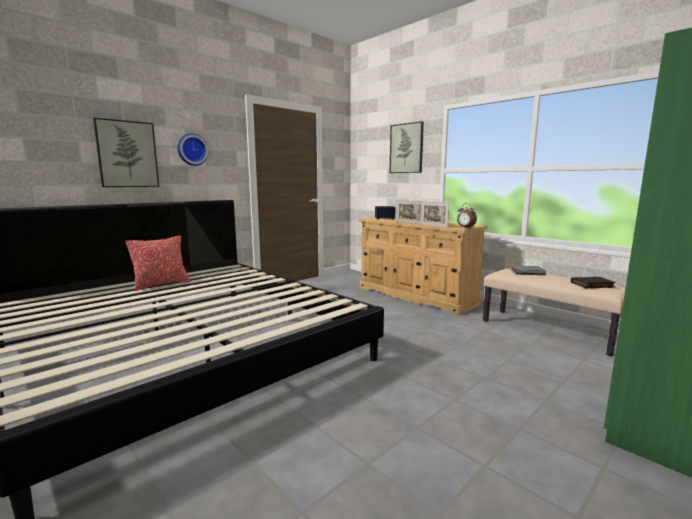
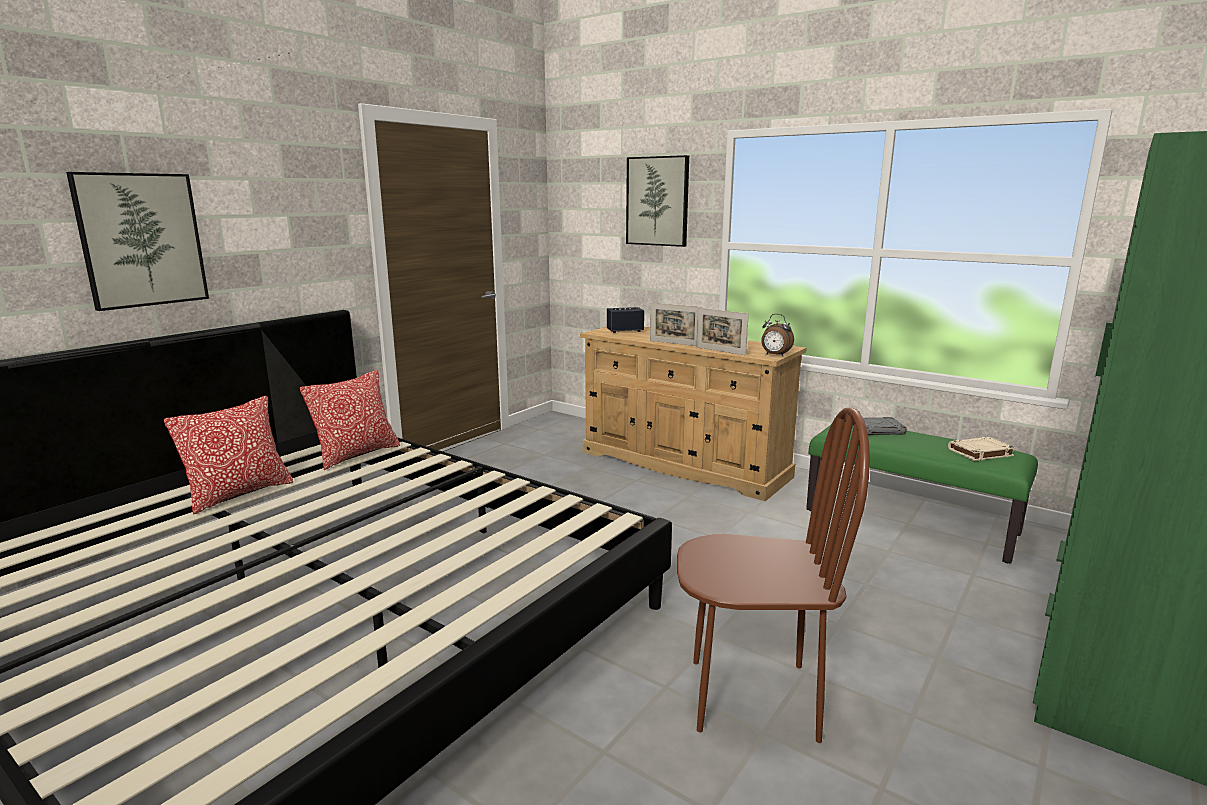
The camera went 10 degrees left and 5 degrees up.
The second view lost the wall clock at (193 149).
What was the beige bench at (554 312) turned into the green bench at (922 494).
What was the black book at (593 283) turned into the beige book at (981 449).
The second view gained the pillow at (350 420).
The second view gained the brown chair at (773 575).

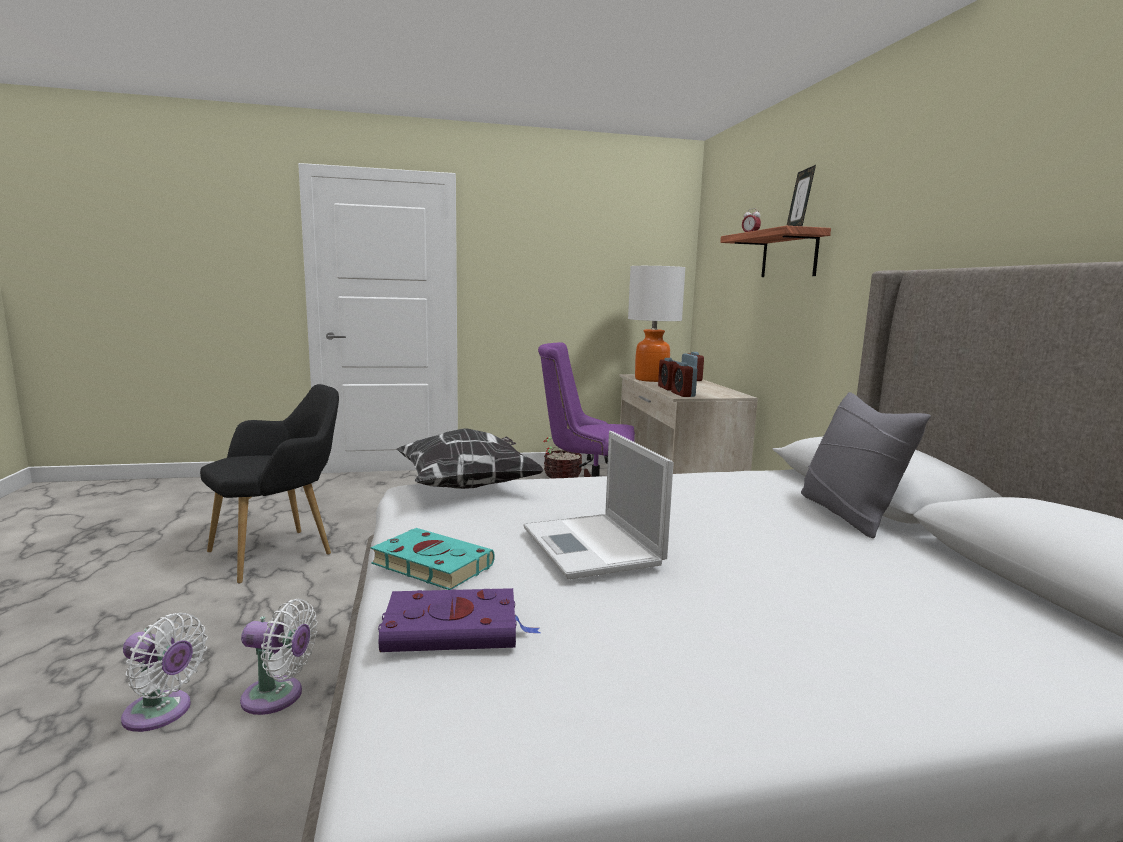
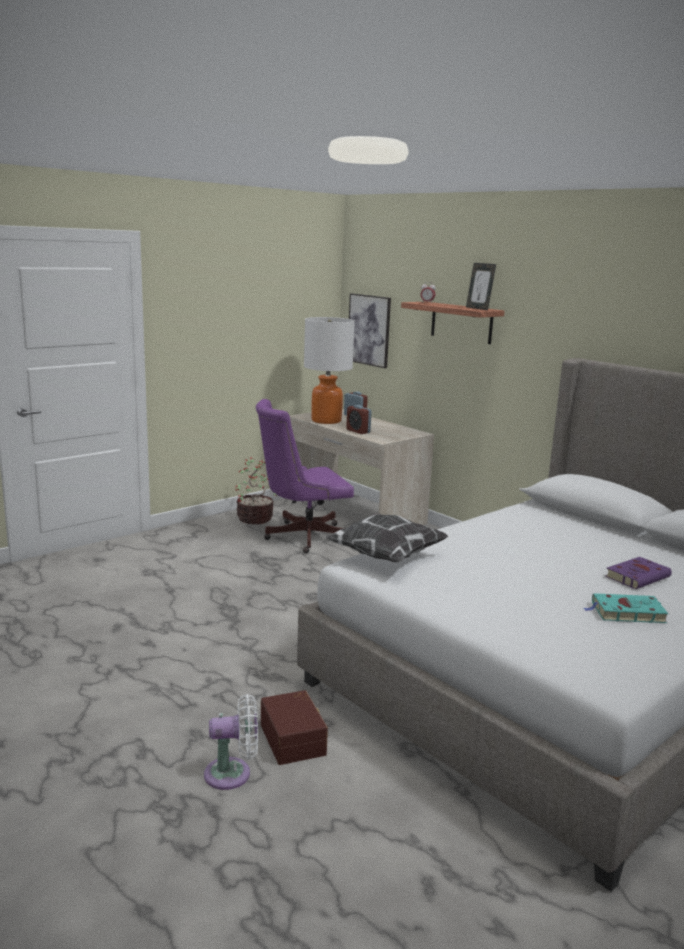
The camera went 30 degrees left and 5 degrees up.
The second view lost the alarm clock at (684 379).
The second view lost the black armchair at (269 484).
The second view lost the grey pillow at (866 465).
The second view lost the laptop at (598 505).
The turquoise book ended up elsewhere, having gone from (433 559) to (626 608).
The purple book ended up elsewhere, having gone from (459 620) to (638 573).
Where the white fan stood at (279 657), the brown storage box came to stand at (294 727).
The second view gained the picture at (370 330).

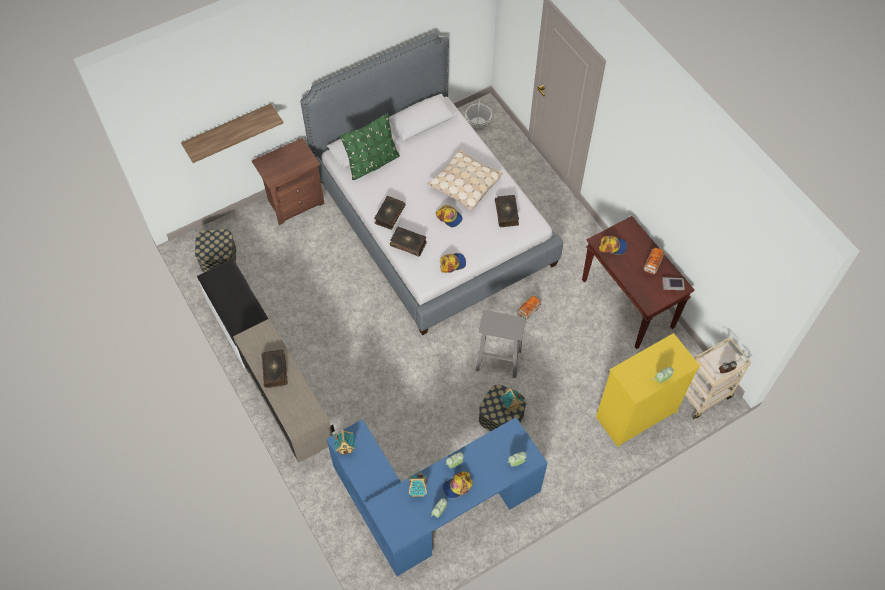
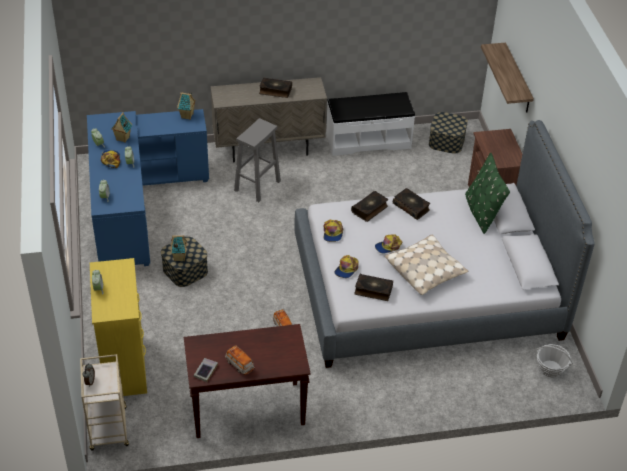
The camera went 110 degrees right and 15 degrees down.
The cap ended up elsewhere, having gone from (613 245) to (346 266).
The grey stool ended up elsewhere, having gone from (501 344) to (257 160).

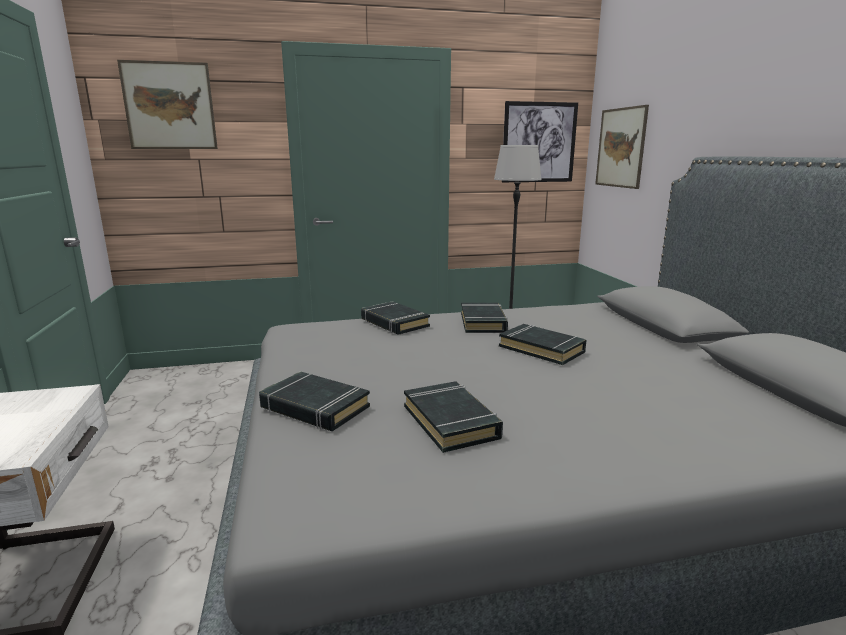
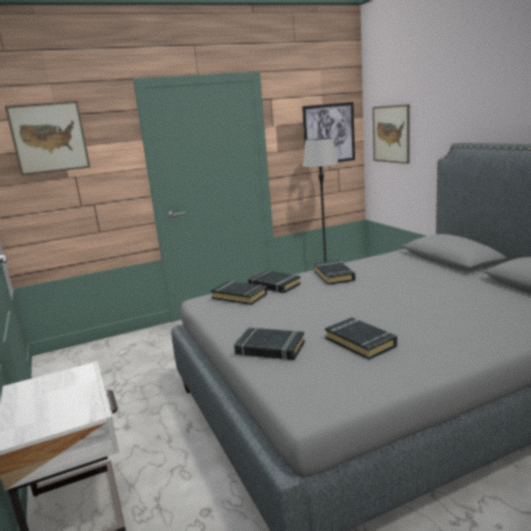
The camera went 10 degrees left and 0 degrees up.
The black book ended up elsewhere, having gone from (543 344) to (239 293).

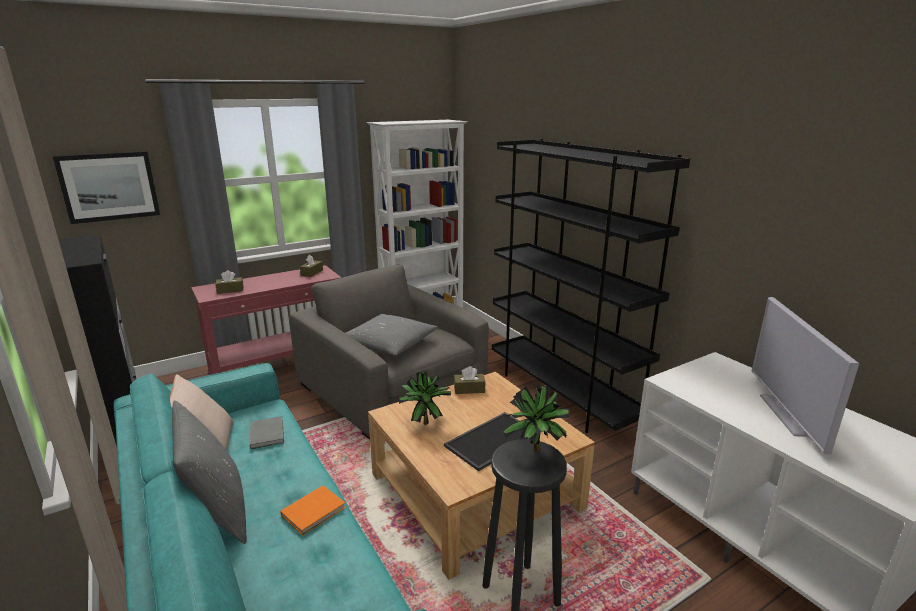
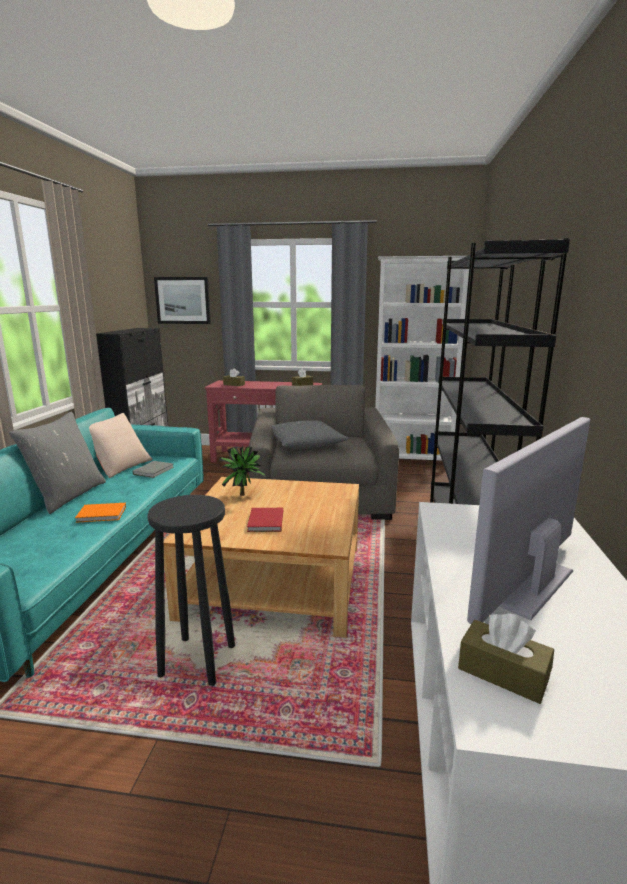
The camera went 40 degrees right and 5 degrees down.
The brown tissue box ended up elsewhere, having gone from (470 380) to (506 658).
The second view lost the potted plant at (537 418).
Where the tray stood at (486 441), the red book came to stand at (265 520).

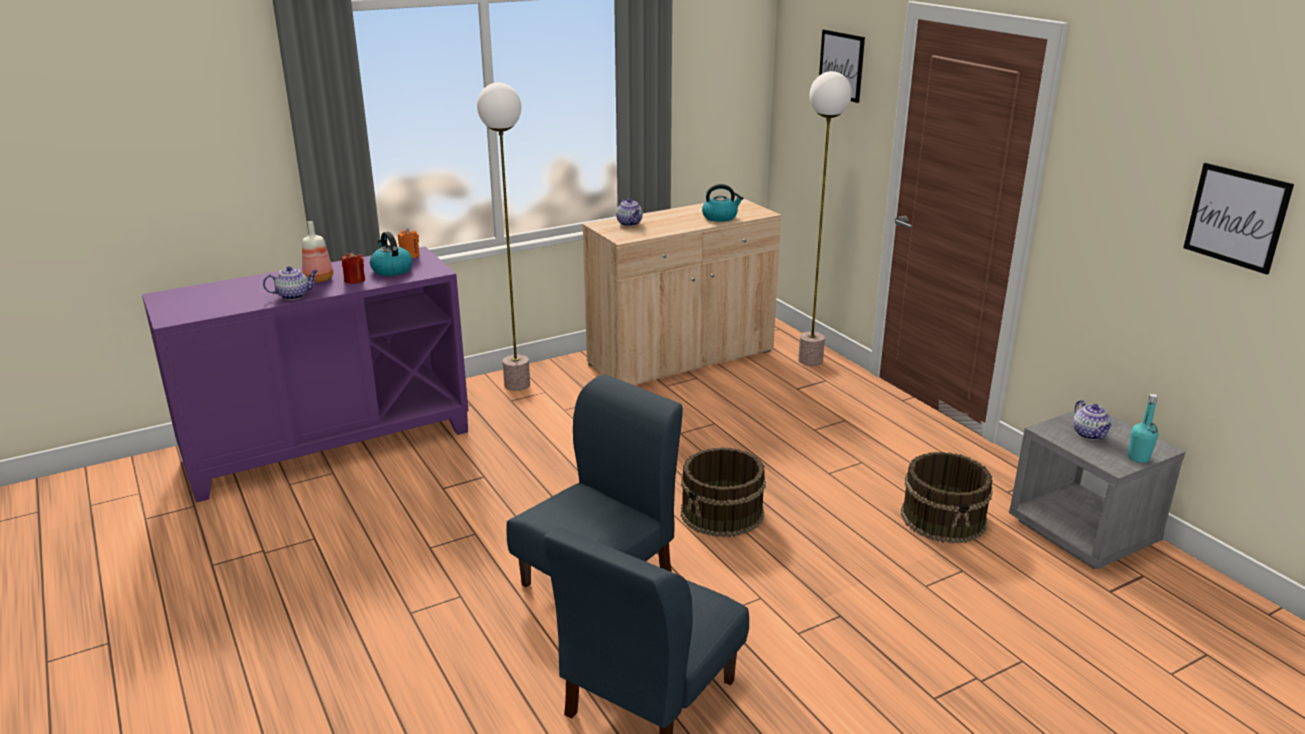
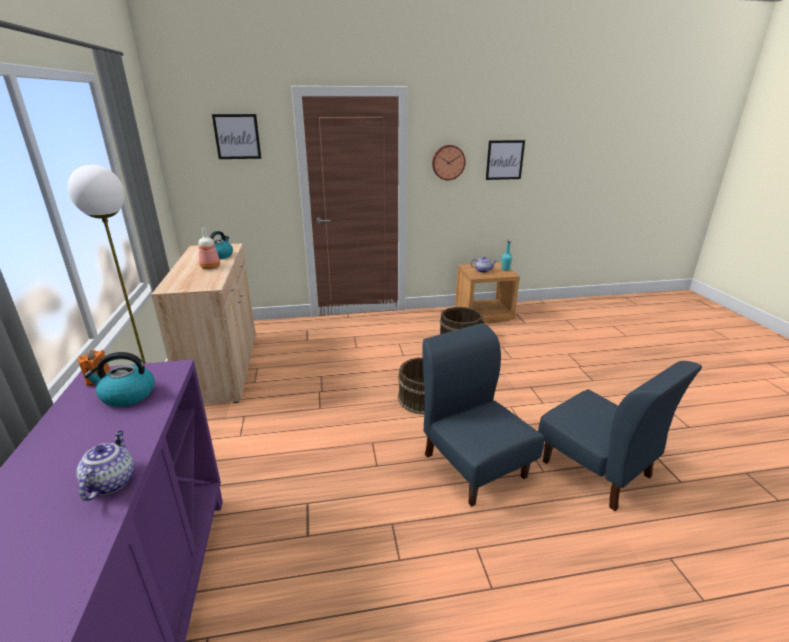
The camera went 70 degrees left and 0 degrees up.
The second view lost the floor lamp at (825 218).
The second view lost the teapot at (629 212).
The bottle ended up elsewhere, having gone from (317 251) to (209 248).
The second view lost the red candle at (353 268).
What was the grey nightstand at (1097 489) turned into the brown nightstand at (487 292).
The second view gained the wall clock at (449 162).

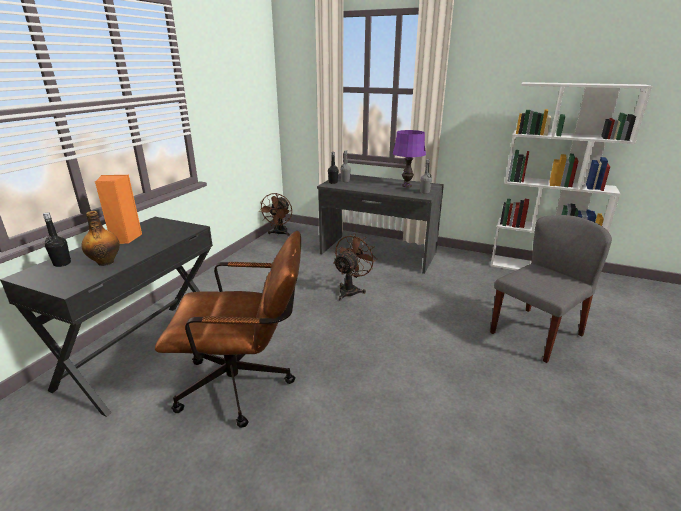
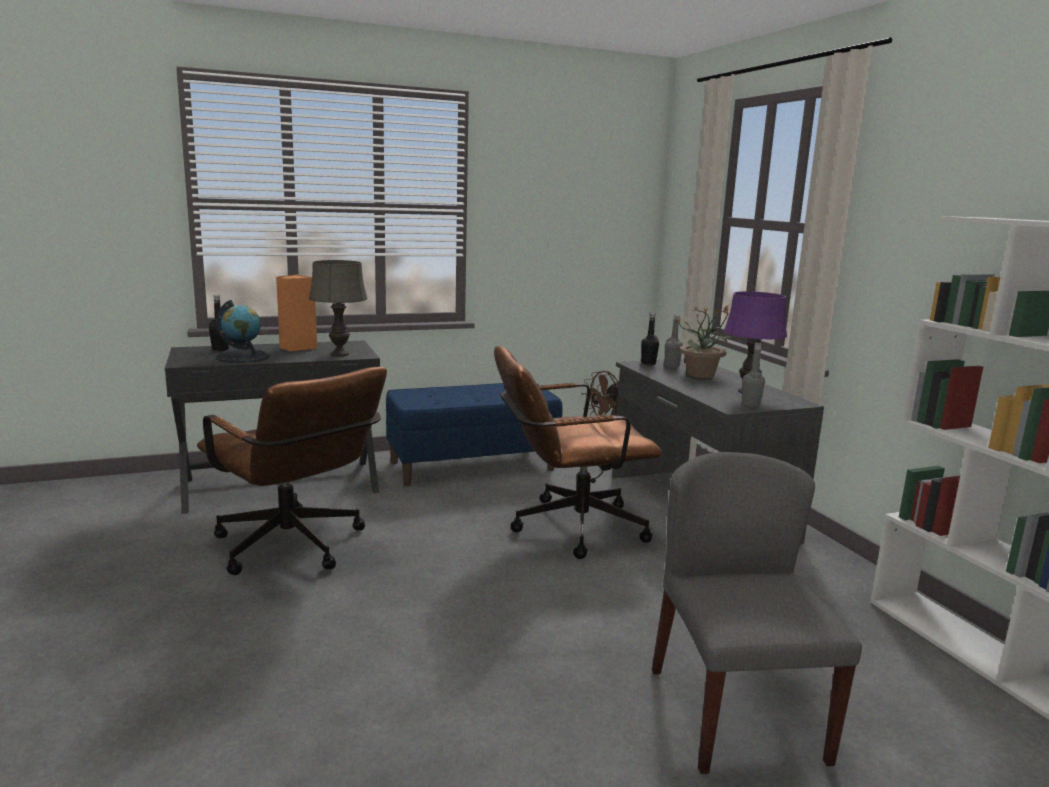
The camera went 45 degrees right and 10 degrees down.
Where the bottle stood at (100 238), the globe came to stand at (243 331).
The grey chair at (551 289) ended up facing another way, 105 degrees counterclockwise from before.
Where the brown fan stood at (355 266), the brown office chair came to stand at (578 452).
The second view gained the grey table lamp at (338 308).
The second view gained the potted plant at (706 342).
The second view gained the blue bench at (474 434).

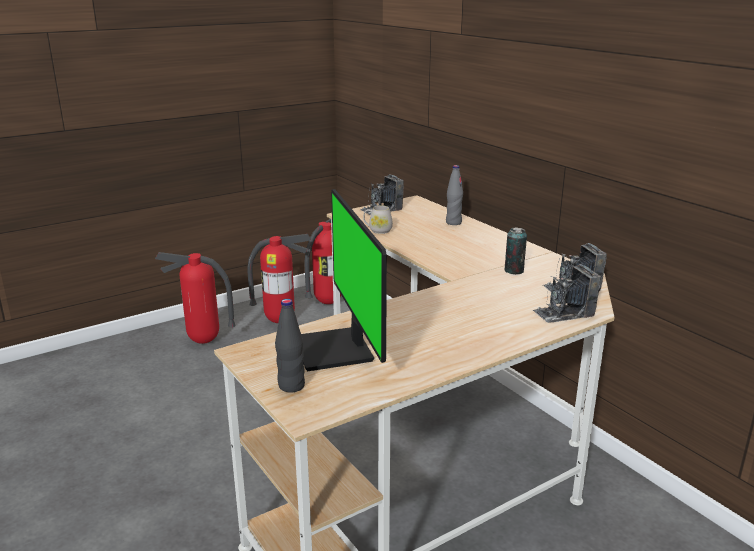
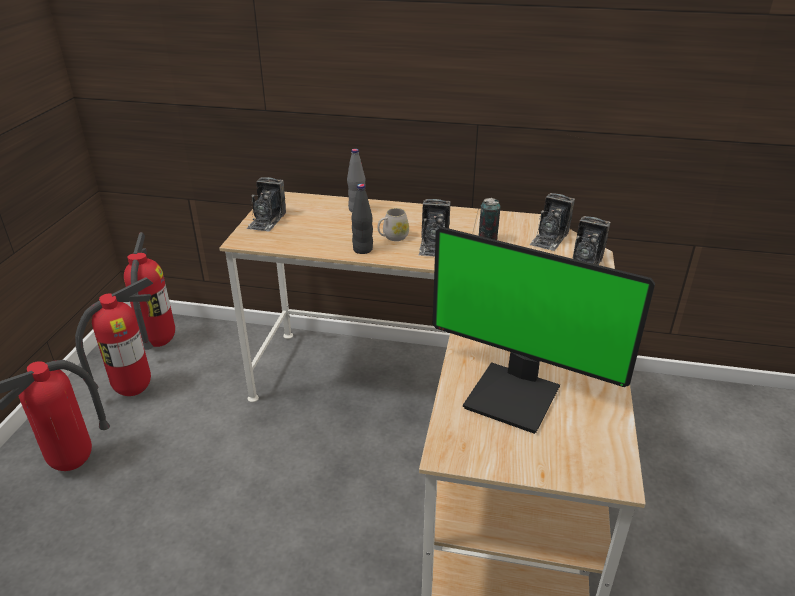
The camera went 45 degrees left and 10 degrees up.
The white mug ended up elsewhere, having gone from (378 219) to (393 224).
The black bottle ended up elsewhere, having gone from (290 345) to (362 219).
The second view gained the photo camera at (435 227).

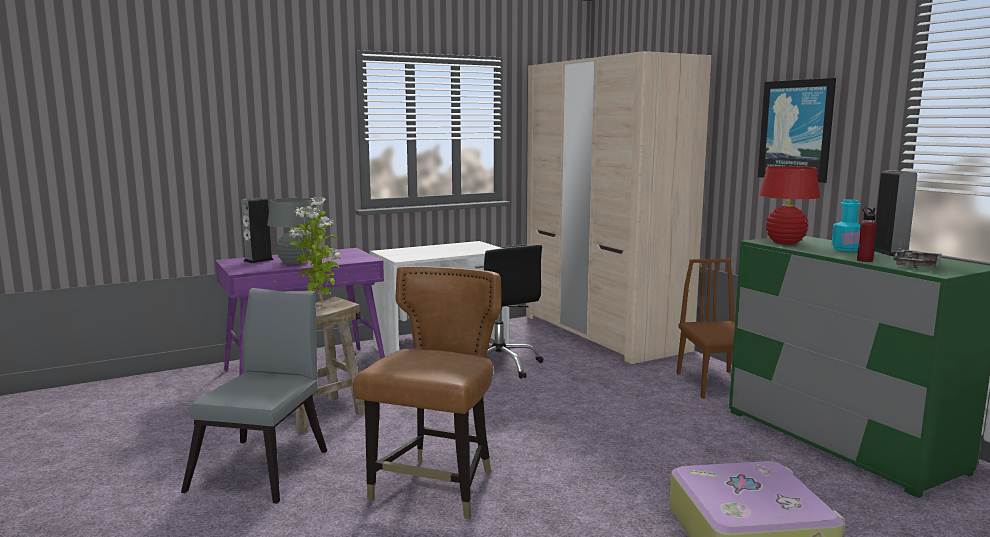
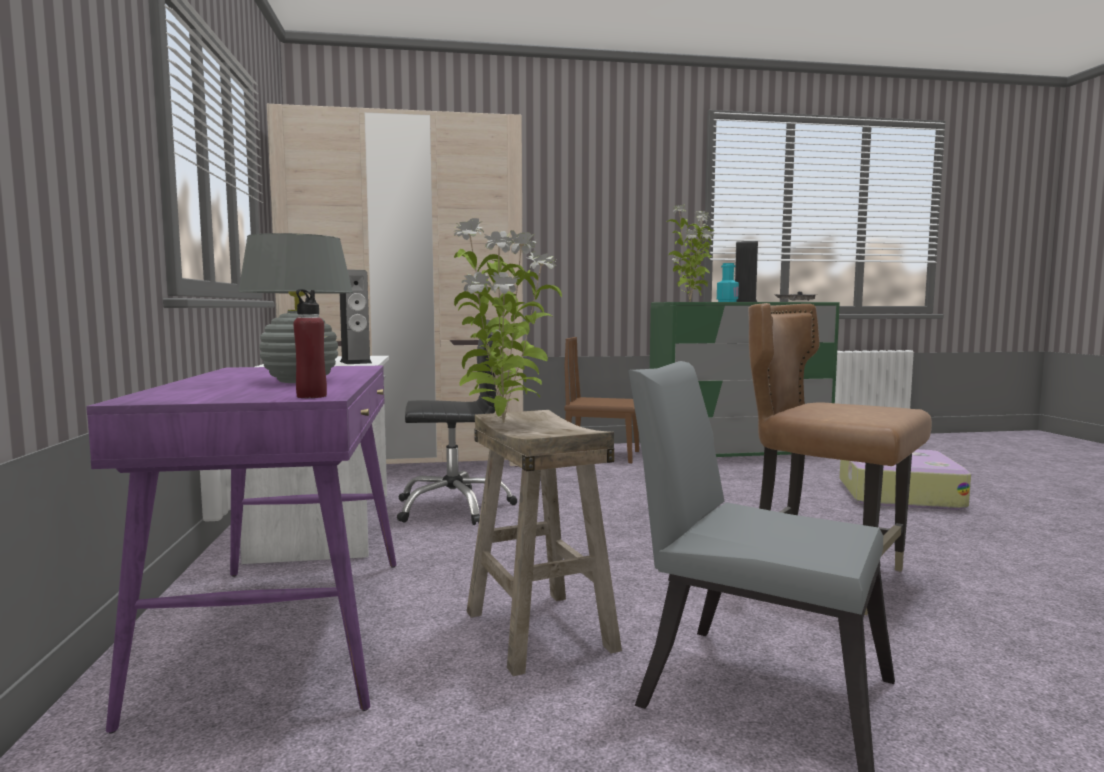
The camera went 70 degrees left and 5 degrees down.
The second view lost the picture at (797 130).
Where the red table lamp stood at (789 205), the potted plant came to stand at (691 253).
The speaker ended up elsewhere, having gone from (257 230) to (356 317).
The red bottle ended up elsewhere, having gone from (867 234) to (310 343).

